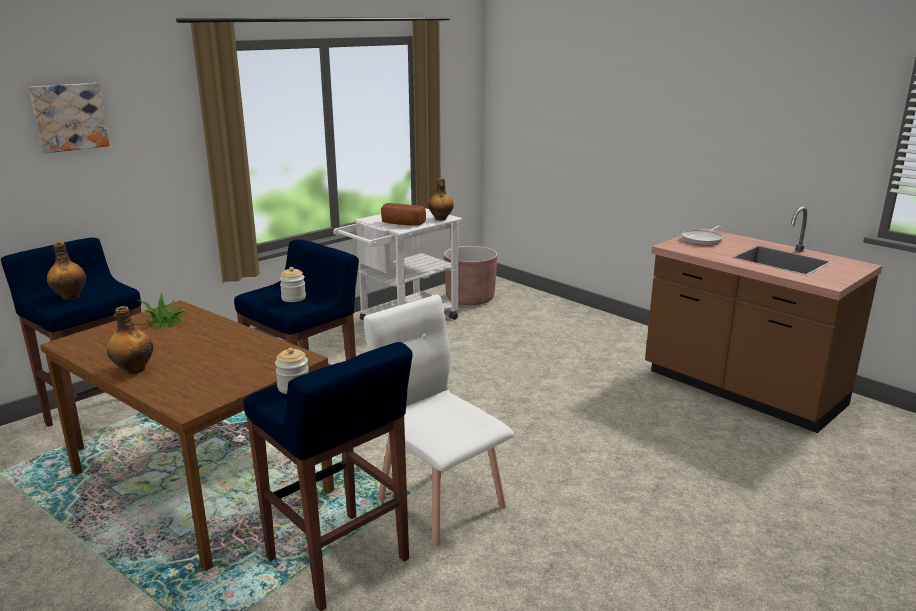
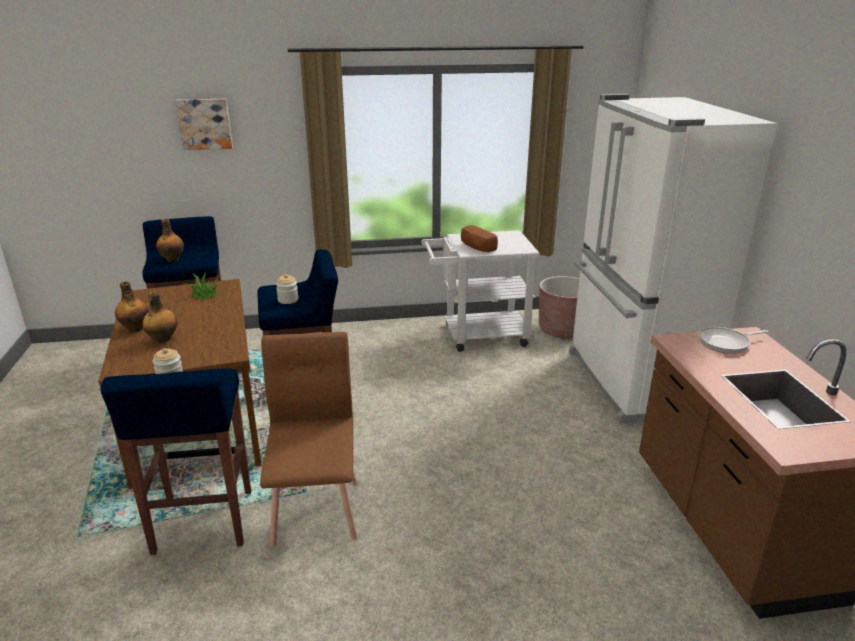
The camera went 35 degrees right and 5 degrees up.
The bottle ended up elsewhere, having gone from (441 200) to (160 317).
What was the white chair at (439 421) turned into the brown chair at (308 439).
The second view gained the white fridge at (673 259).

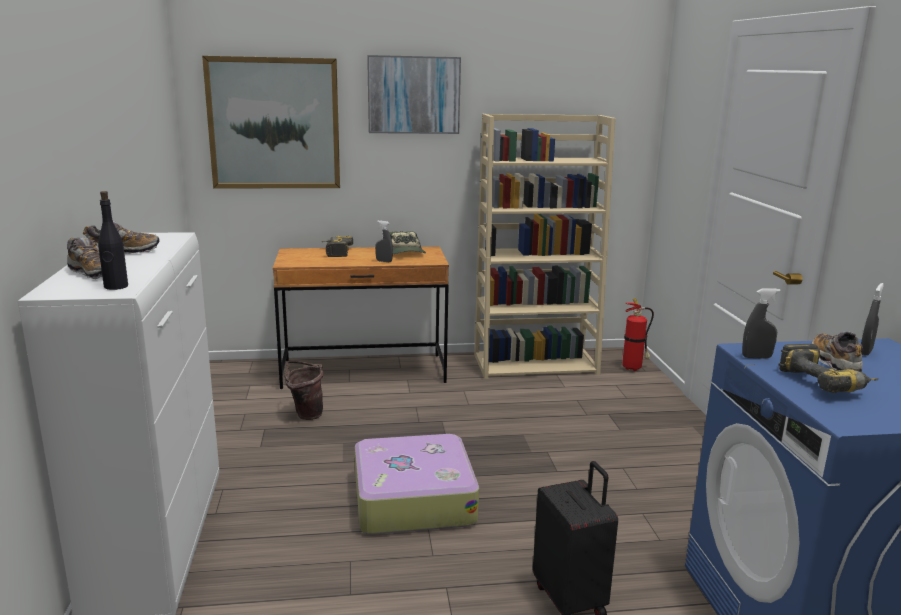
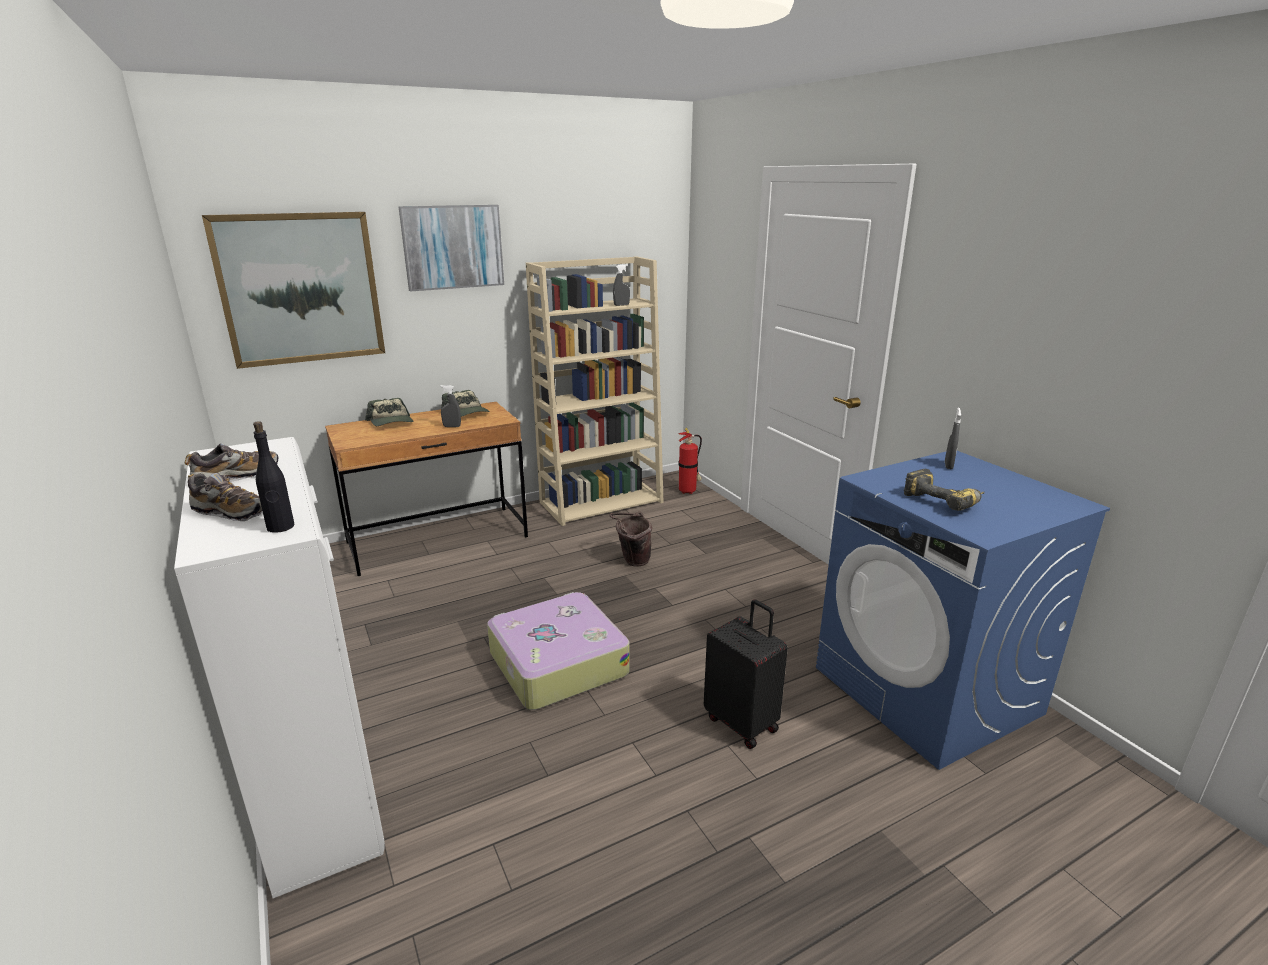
The camera went 20 degrees left and 5 degrees up.
Where the power drill stood at (337 246), the cap came to stand at (389 412).
The grey spray bottle ended up elsewhere, having gone from (761 323) to (621 285).
The second view lost the shoe at (837 351).
The brown bucket ended up elsewhere, having gone from (303 390) to (630 539).

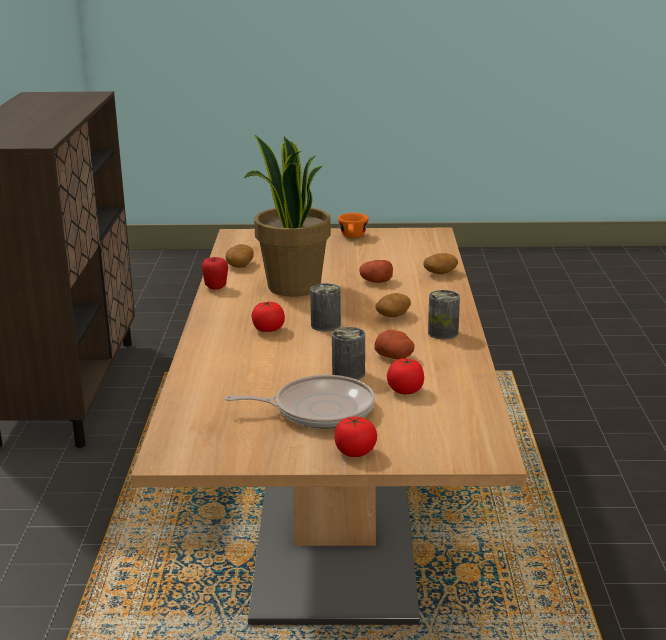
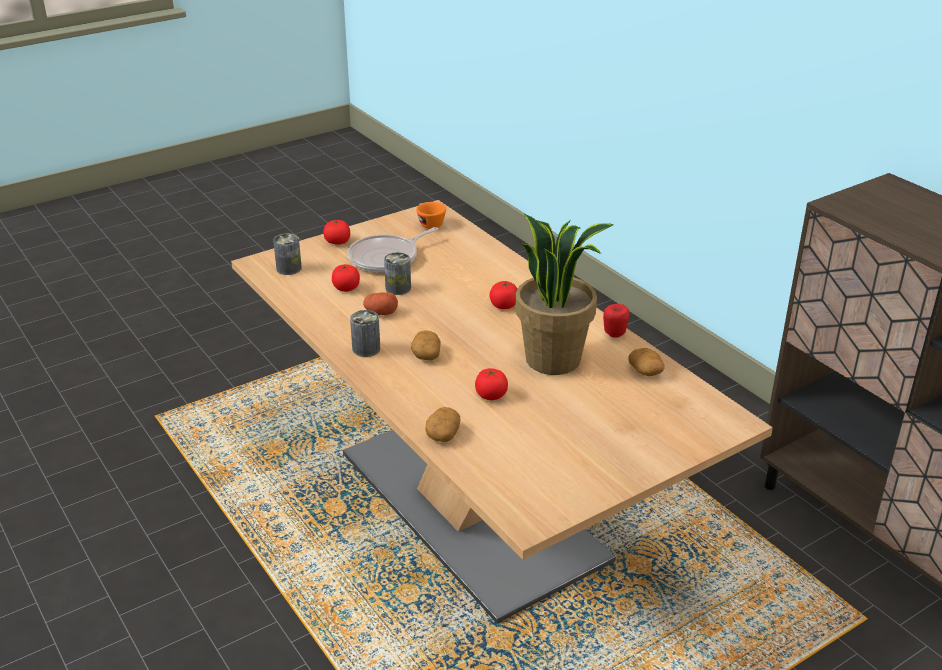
The camera went 145 degrees right and 10 degrees up.
The orange cup ended up elsewhere, having gone from (353 225) to (431 215).
Where the potato stood at (376 271), the tomato came to stand at (491 384).
The can ended up elsewhere, having gone from (325 307) to (287 254).

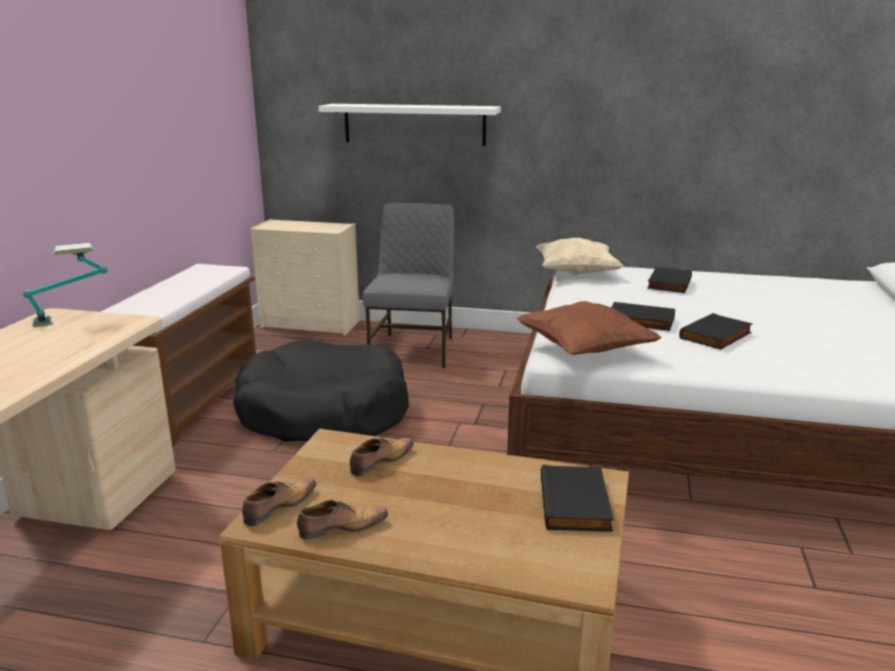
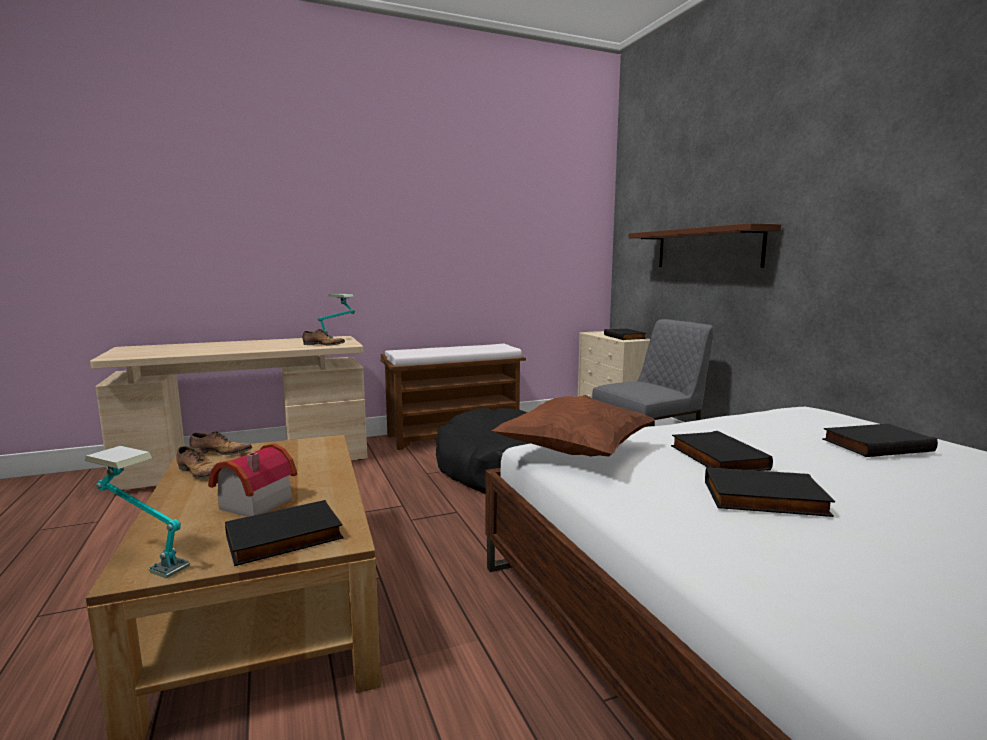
The camera went 55 degrees right and 10 degrees down.
What was the white shelf at (409 125) turned into the brown shelf at (704 245).
The second view lost the beige pillow at (579 256).
The shoe ended up elsewhere, having gone from (382 457) to (323 337).
The second view gained the black book at (625 334).
The second view gained the toy house at (252 480).
The second view gained the table lamp at (137 512).

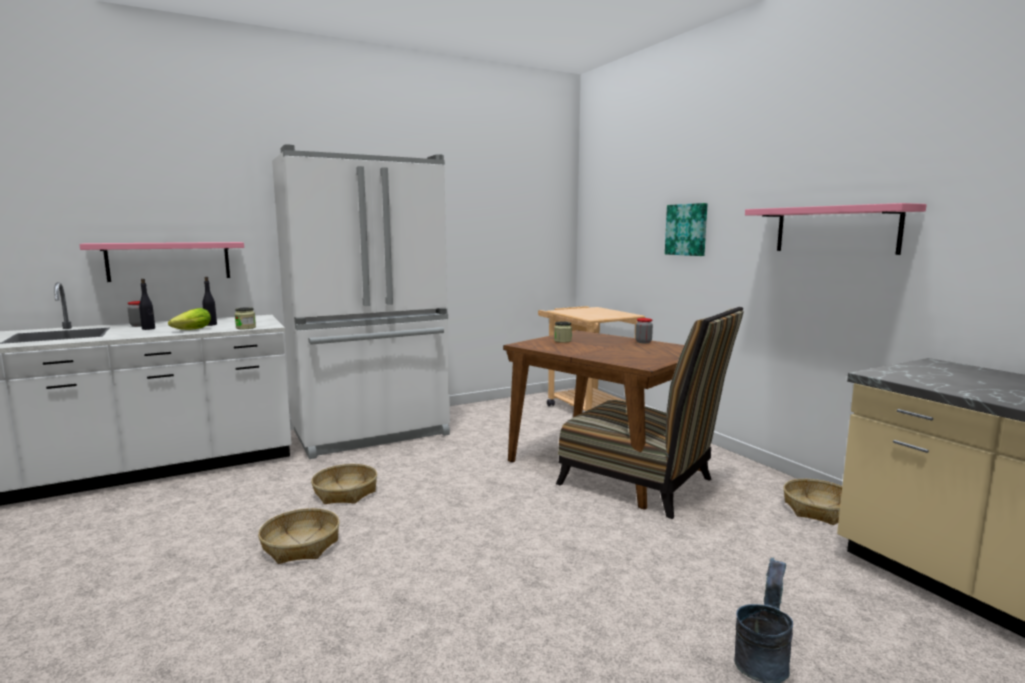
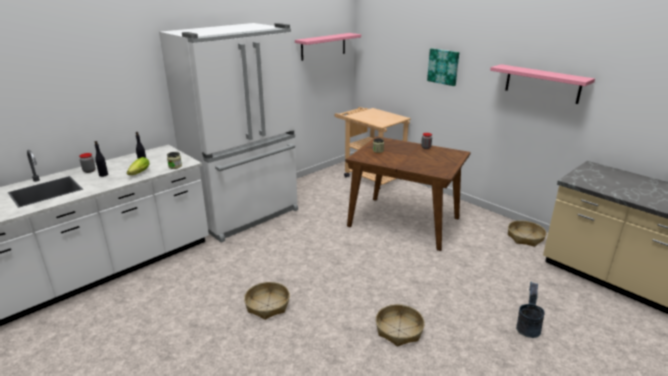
The camera went 15 degrees left and 15 degrees up.
The pink shelf ended up elsewhere, having gone from (161 262) to (328 47).
The second view lost the chair at (650 413).
The basket ended up elsewhere, having gone from (344 484) to (400 325).

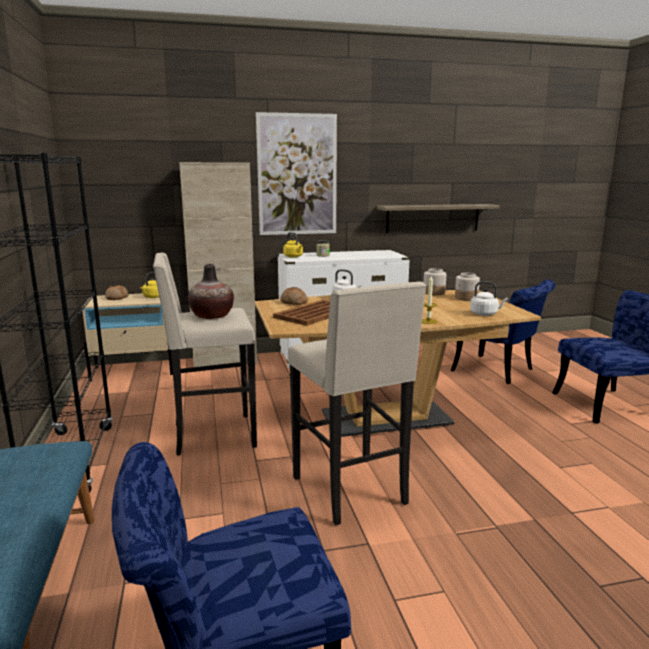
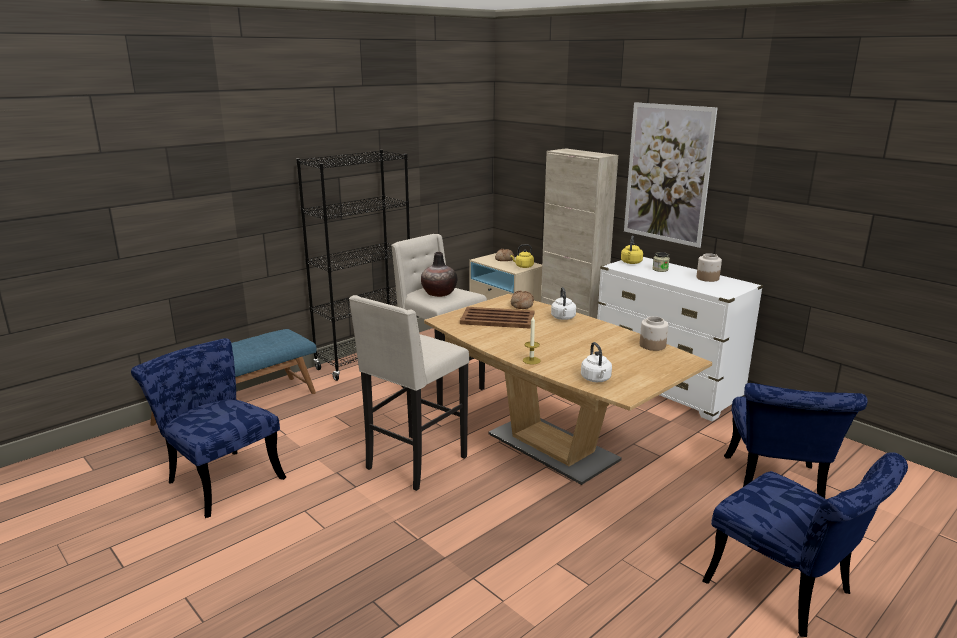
The camera went 60 degrees right and 5 degrees up.
The second view lost the shelf at (438 218).
The jar ended up elsewhere, having gone from (467 287) to (709 267).

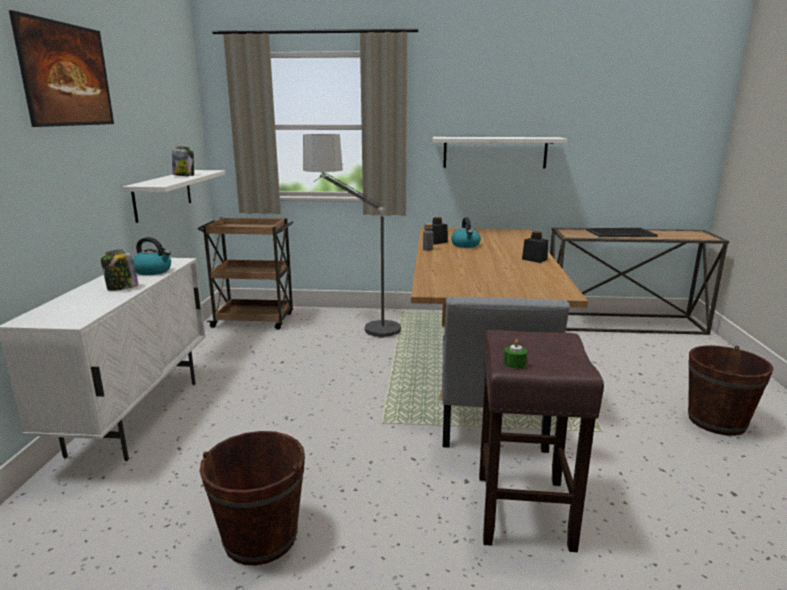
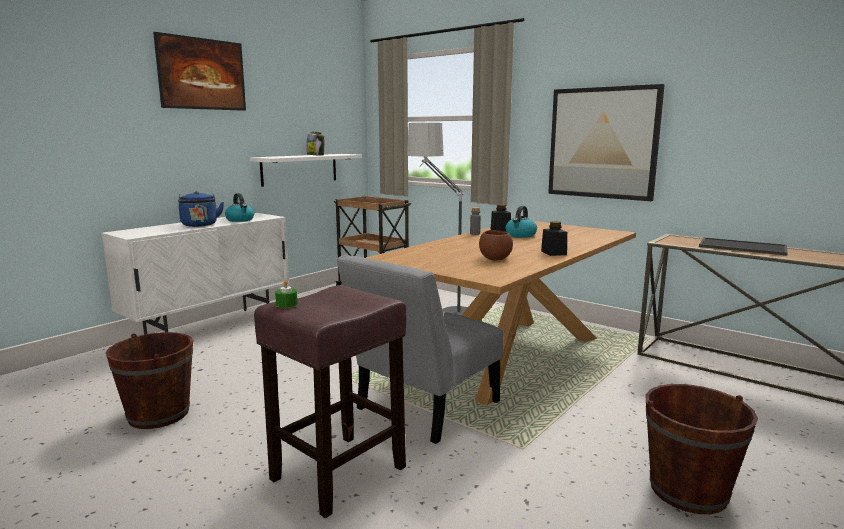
The camera went 35 degrees right and 5 degrees down.
Where the white shelf hung at (500 152), the picture came to hang at (606 142).
Where the jar stood at (119 270), the blue kettle came to stand at (201 209).
The second view gained the brown bowl at (496 245).

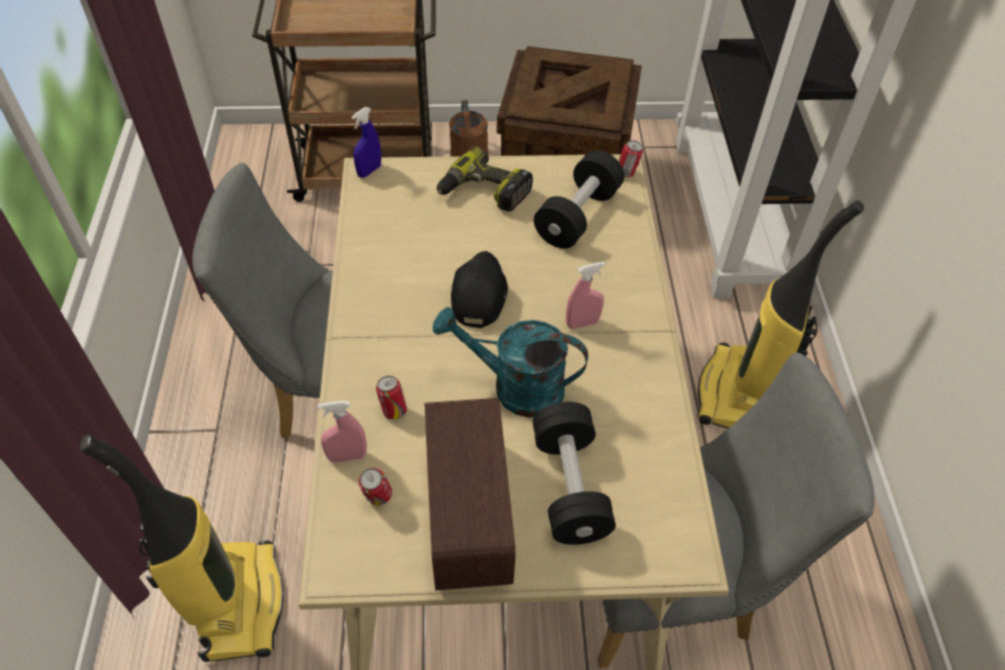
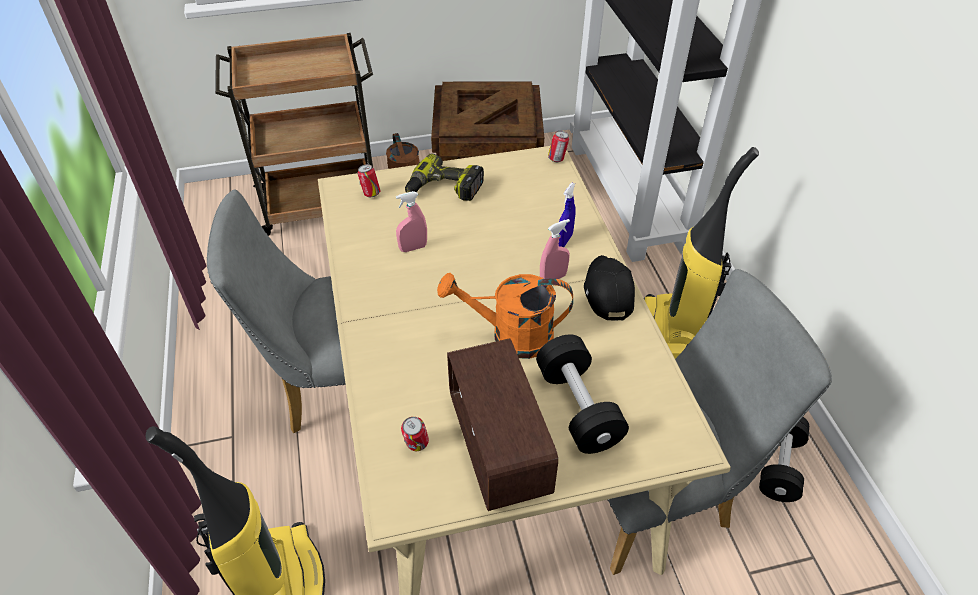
The camera went 10 degrees left and 5 degrees down.
The blue spray bottle ended up elsewhere, having gone from (366 142) to (566 215).
The black dumbbell ended up elsewhere, having gone from (579 199) to (784 459).
The black cap ended up elsewhere, having gone from (479 289) to (609 288).
What was the turquoise watering can at (510 362) turned into the orange watering can at (505 315).
The can ended up elsewhere, having gone from (391 397) to (369 180).
The pink spray bottle ended up elsewhere, having gone from (342 431) to (411 221).

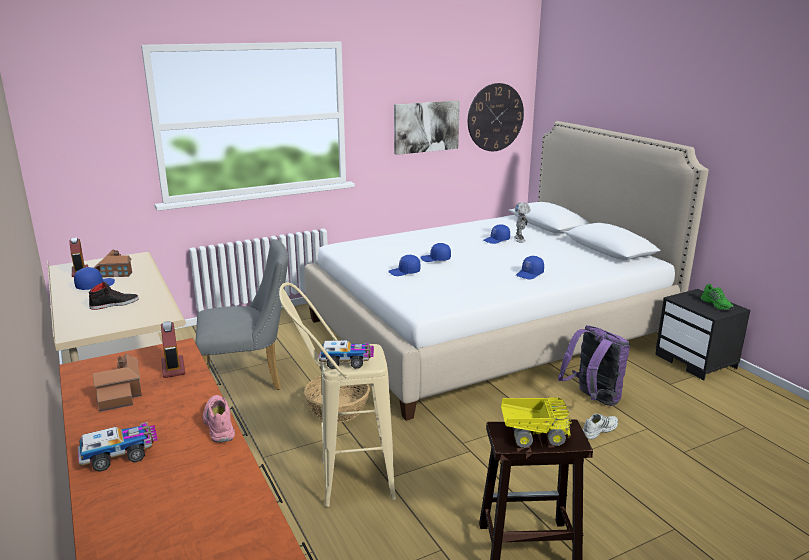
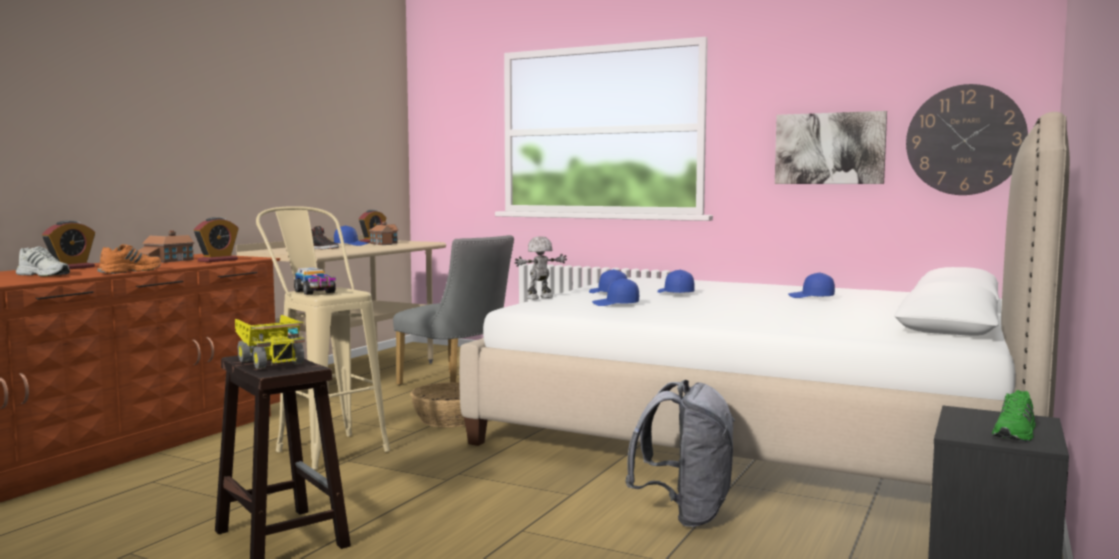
The camera went 55 degrees right and 15 degrees down.
The toy robot ended up elsewhere, having gone from (522 222) to (540 267).
The blue cap ended up elsewhere, having gone from (530 267) to (615 292).
What was the purple backpack at (594 365) turned into the grey backpack at (680 453).
What was the pink shoe at (218 418) turned into the orange shoe at (129 259).
The white shoe ended up elsewhere, having gone from (600 426) to (43 261).
Where the toy truck stood at (117 447), the alarm clock came to stand at (68 244).

